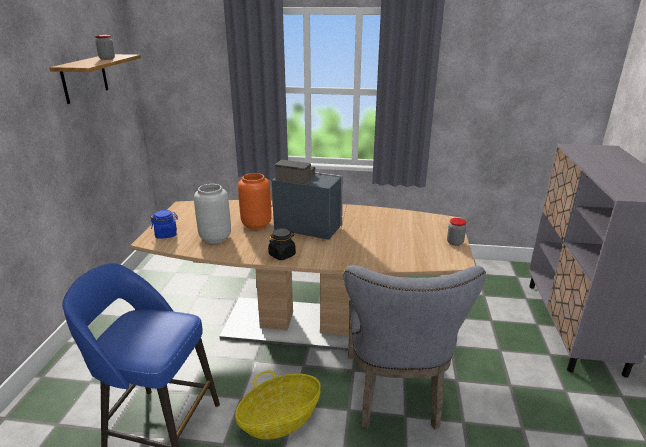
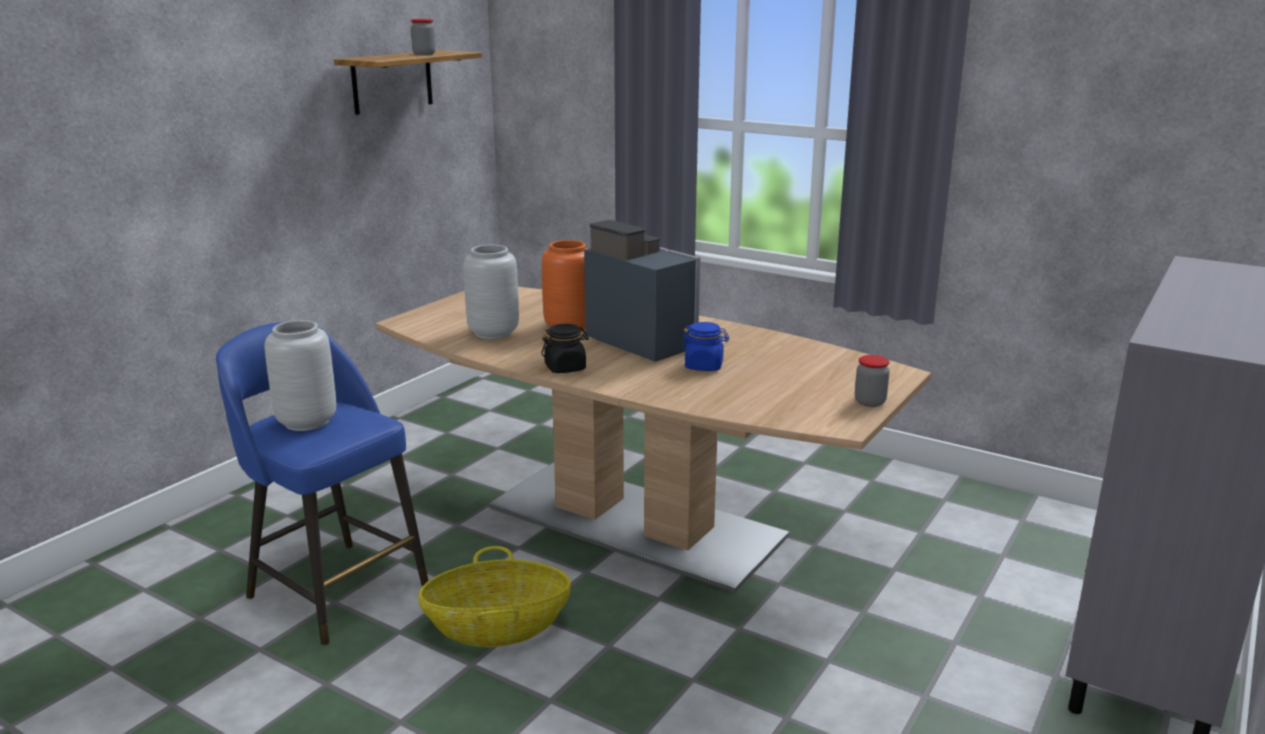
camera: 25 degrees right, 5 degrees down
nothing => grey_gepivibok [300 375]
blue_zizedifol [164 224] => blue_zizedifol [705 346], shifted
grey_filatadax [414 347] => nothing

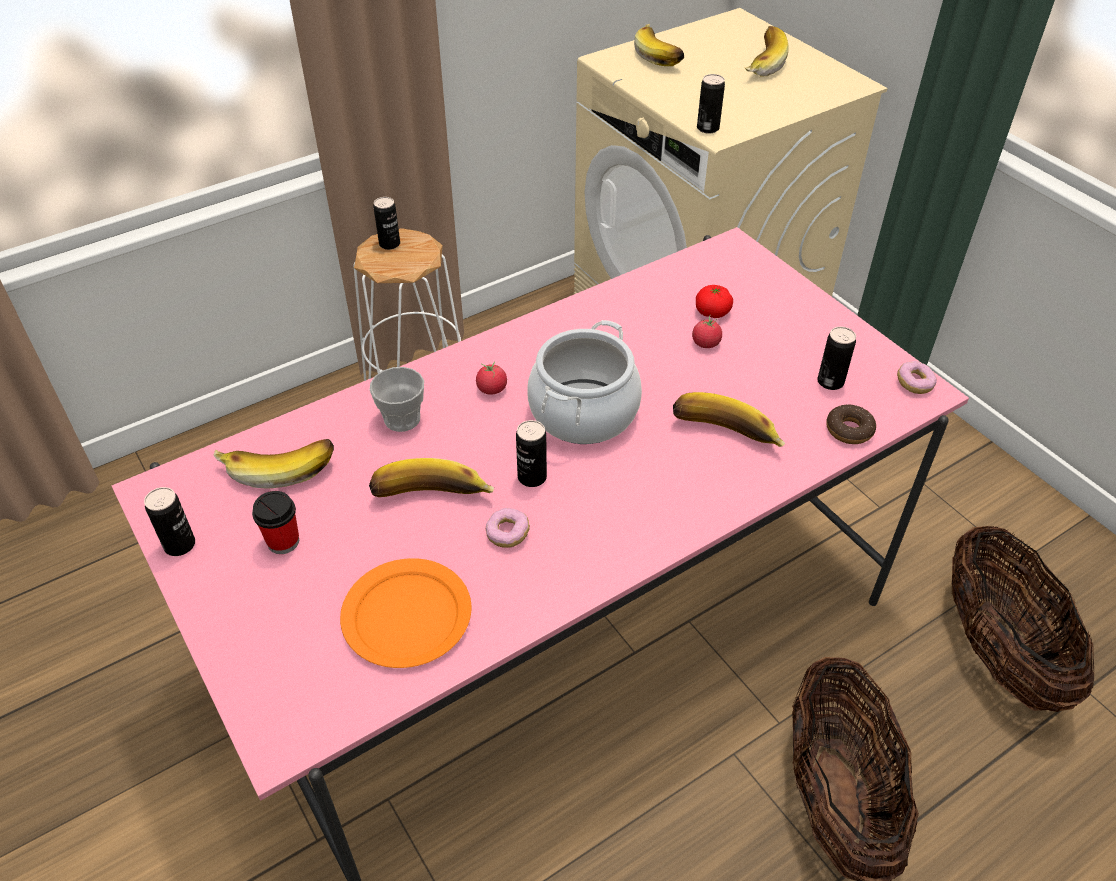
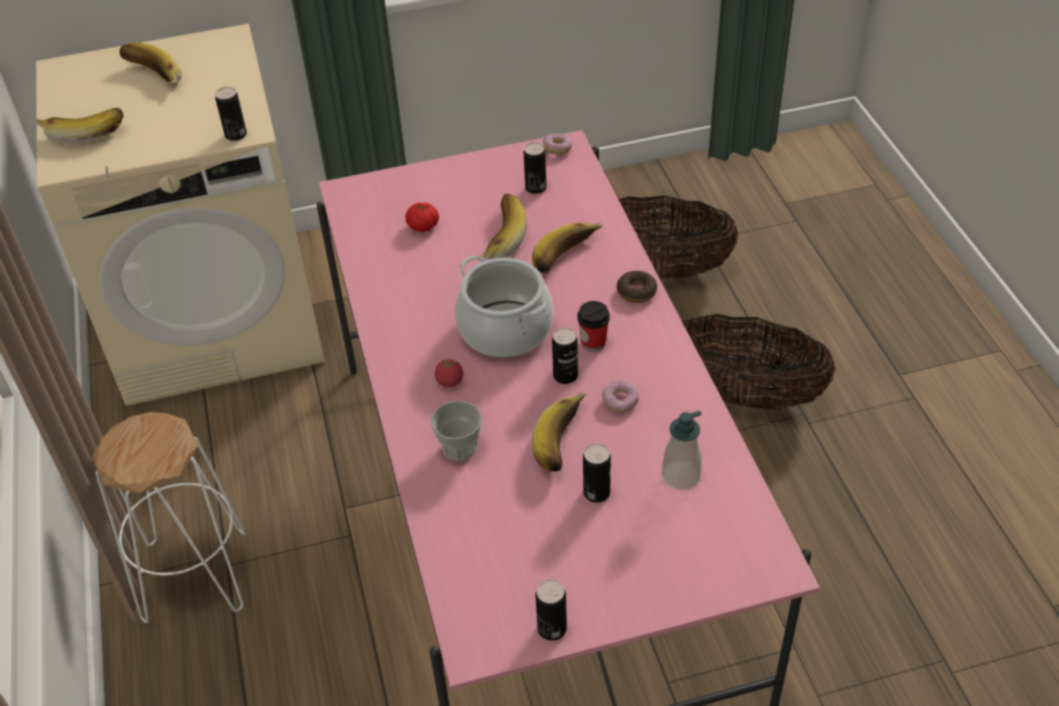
camera: 70 degrees left, 0 degrees up
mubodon [273 463] => mubodon [503 226], shifted
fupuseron [275 522] => fupuseron [593 326], shifted
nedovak [386 223] => nedovak [597 473], shifted
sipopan [851 424] => sipopan [637 287], shifted
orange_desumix [405 613] => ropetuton [682 450]
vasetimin [707 331] => nothing

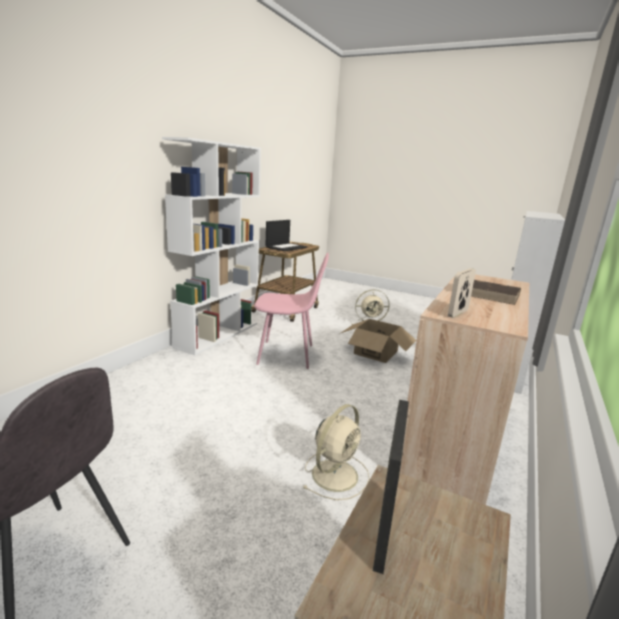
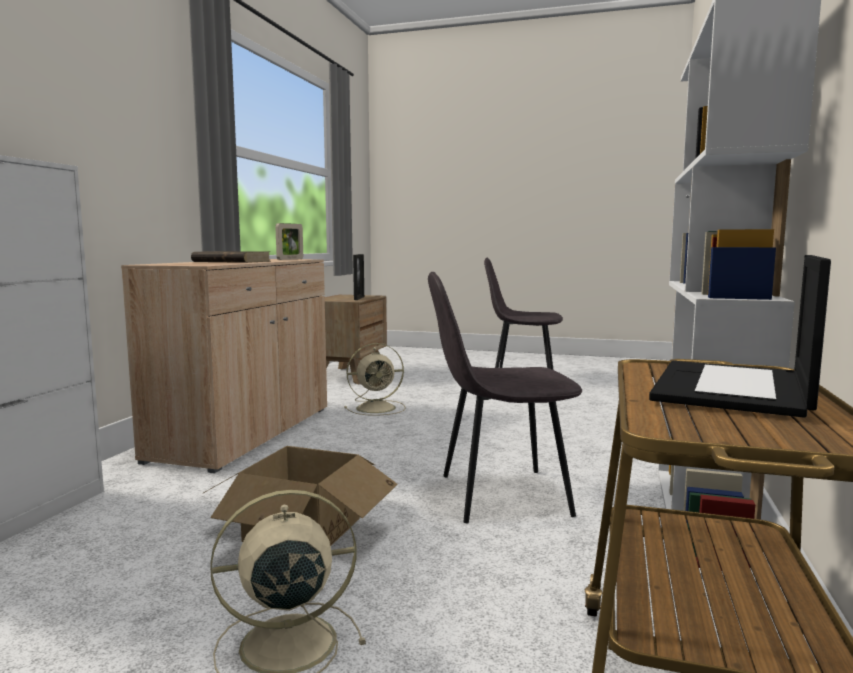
camera: 170 degrees right, 10 degrees down
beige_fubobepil [336 452] => beige_fubobepil [375 379], 135 degrees counterclockwise
pink_filatadax [291 311] => grey_filatadax [505 397]

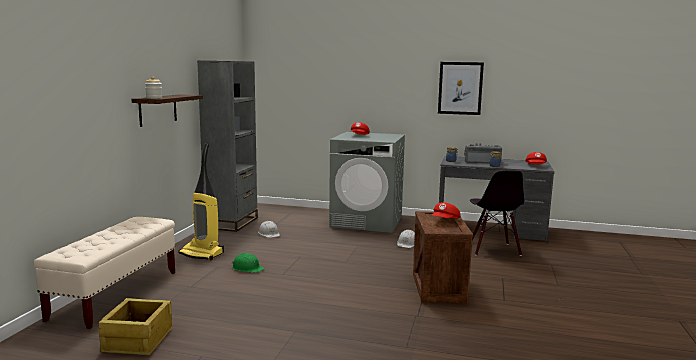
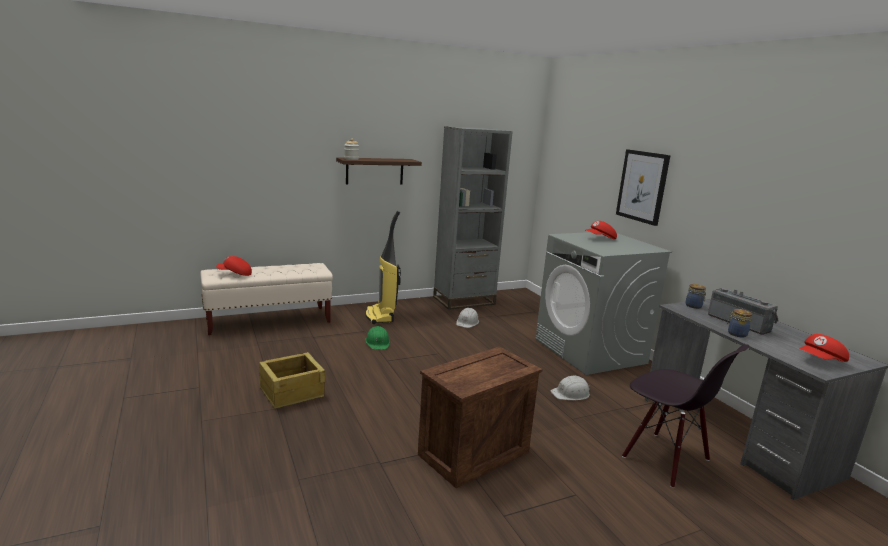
camera: 50 degrees right, 5 degrees up
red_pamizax [446 210] => red_pamizax [234 266], shifted
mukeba [135 326] => mukeba [292 380], shifted
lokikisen [461 88] => lokikisen [643 187], shifted
black_filatadax [497 213] => black_filatadax [685 416], 90 degrees counterclockwise

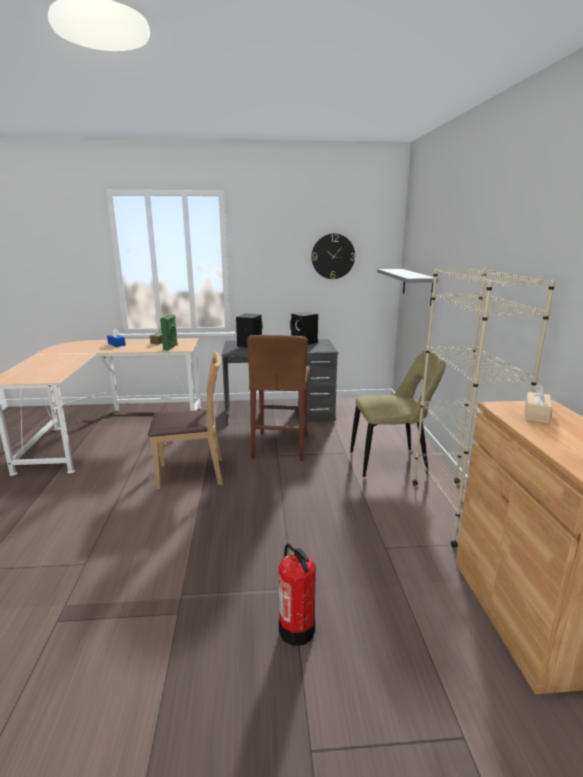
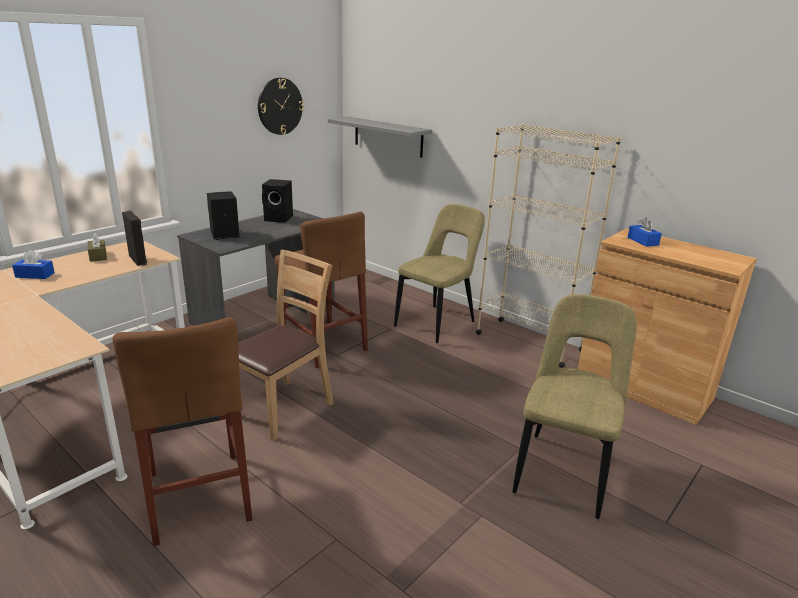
camera: 45 degrees left, 5 degrees up
nothing => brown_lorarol [182 431]
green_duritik [169 332] => black_duritik [134 238]
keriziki [297 594] => beige_filatadax [574 406]
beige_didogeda [538 403] => blue_didogeda [644 232]

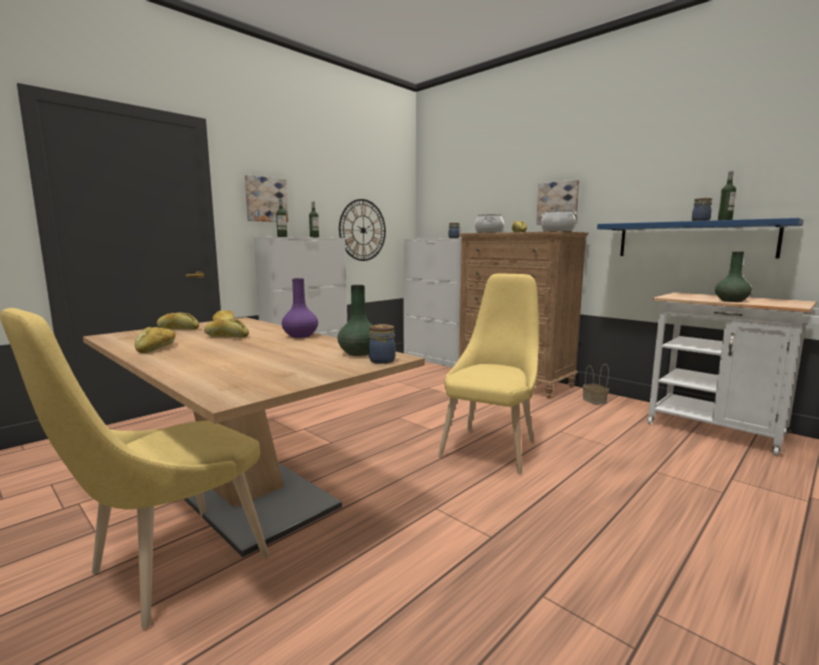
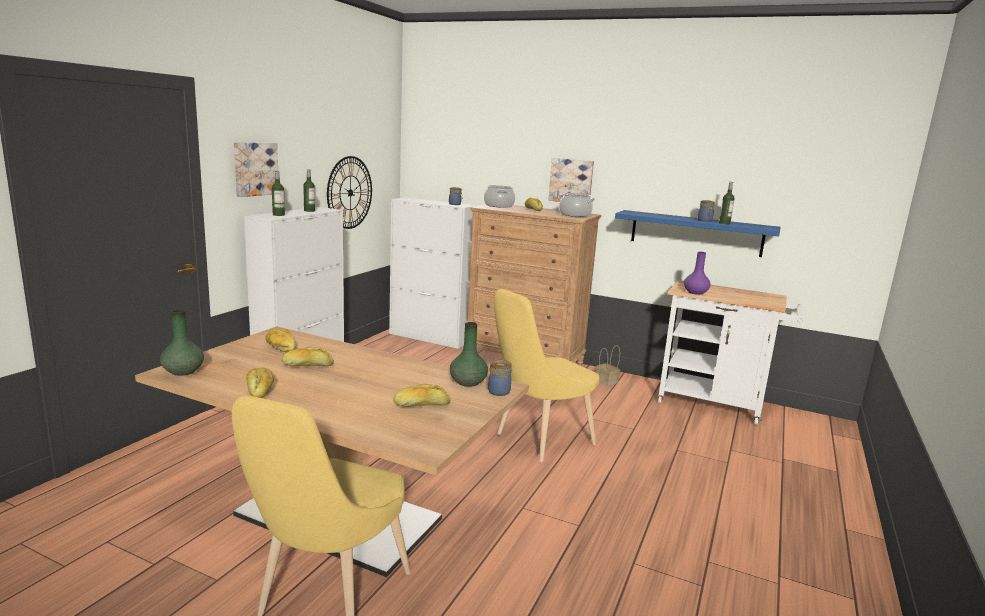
camera: 20 degrees left, 5 degrees up
green_gepivibok [733 276] => green_gepivibok [182 342], shifted
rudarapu [178 321] => rudarapu [421 395], shifted
yellow_filatadax [488 373] => yellow_filatadax [547 375], 135 degrees counterclockwise
purple_gepivibok [300 308] => purple_gepivibok [697 273], shifted

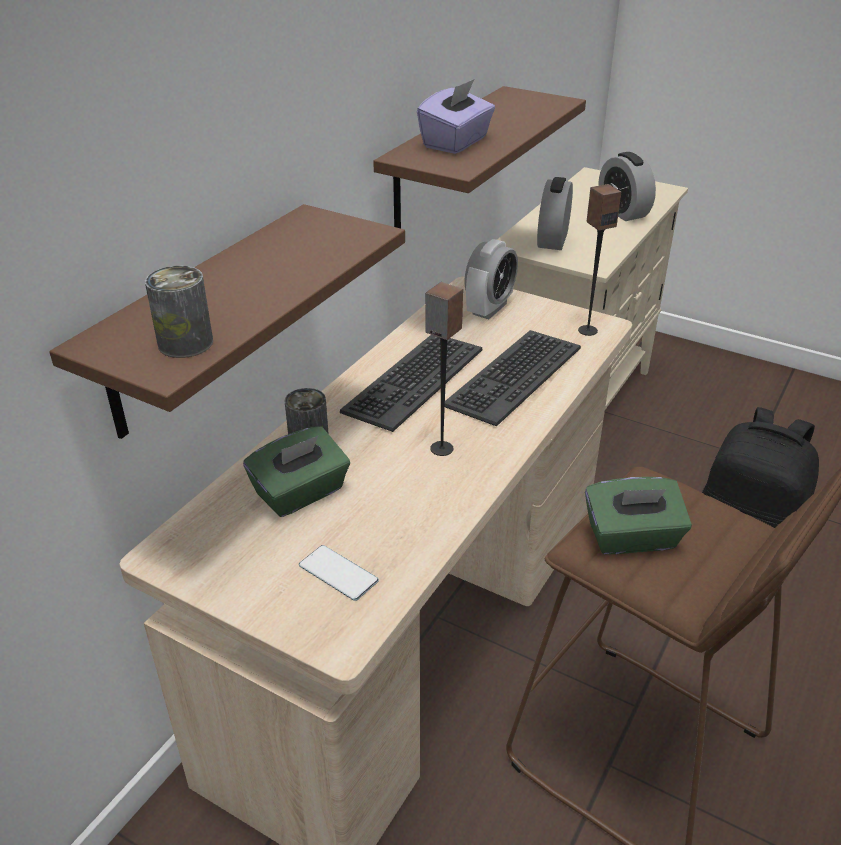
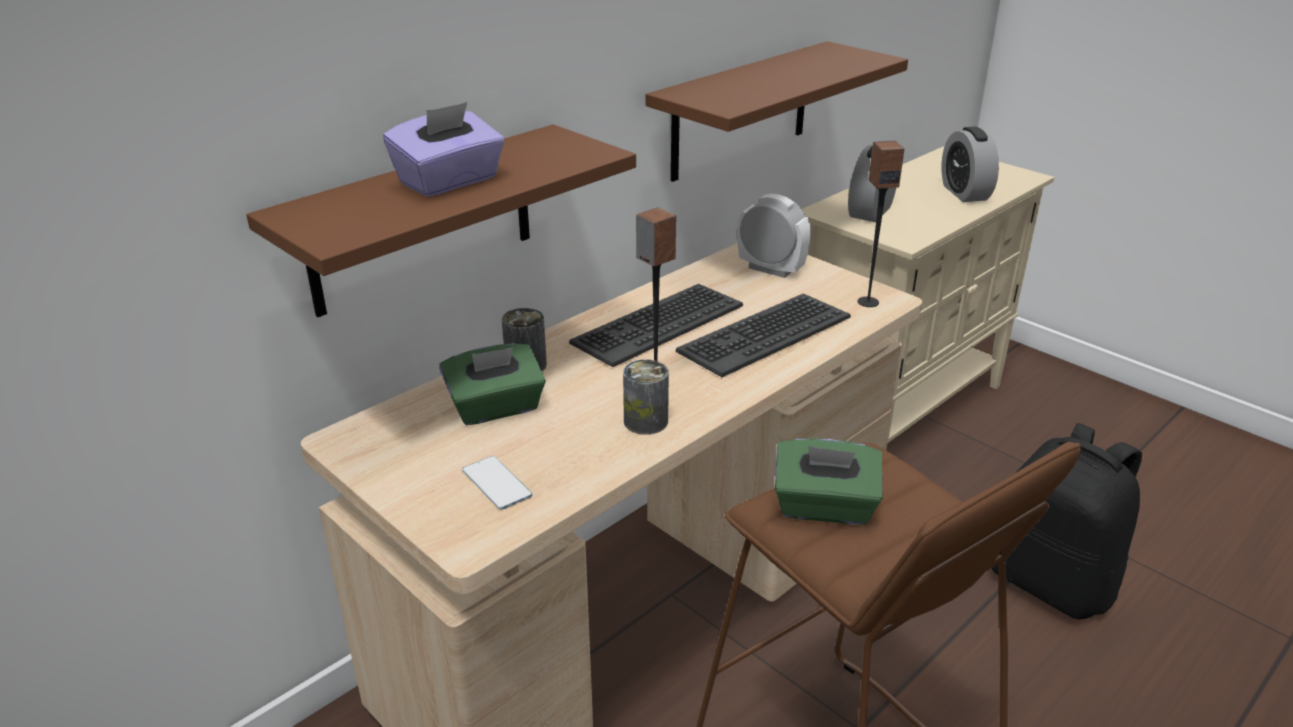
camera: 15 degrees right, 5 degrees down
purple_didogeda [456 116] => purple_didogeda [444 149], shifted
nedovak [179 311] => nedovak [646 397], shifted
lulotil [491 279] => lulotil [774 236], 105 degrees counterclockwise

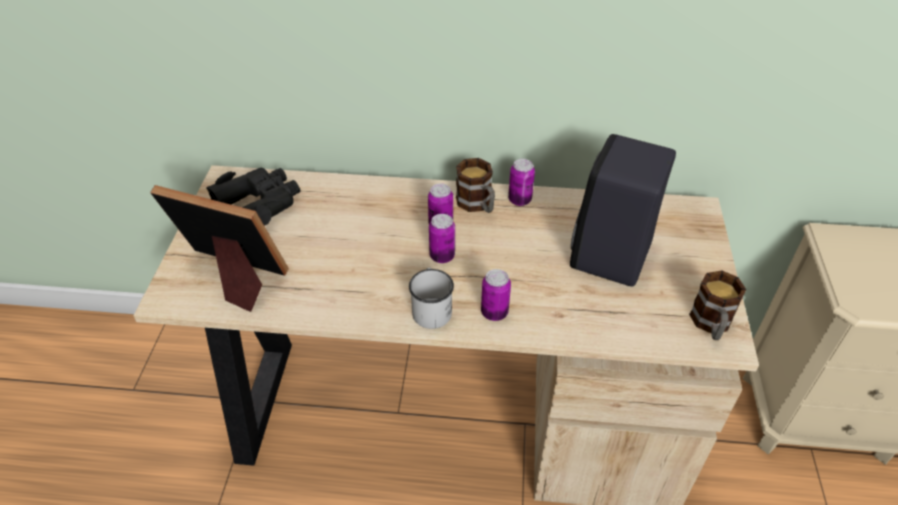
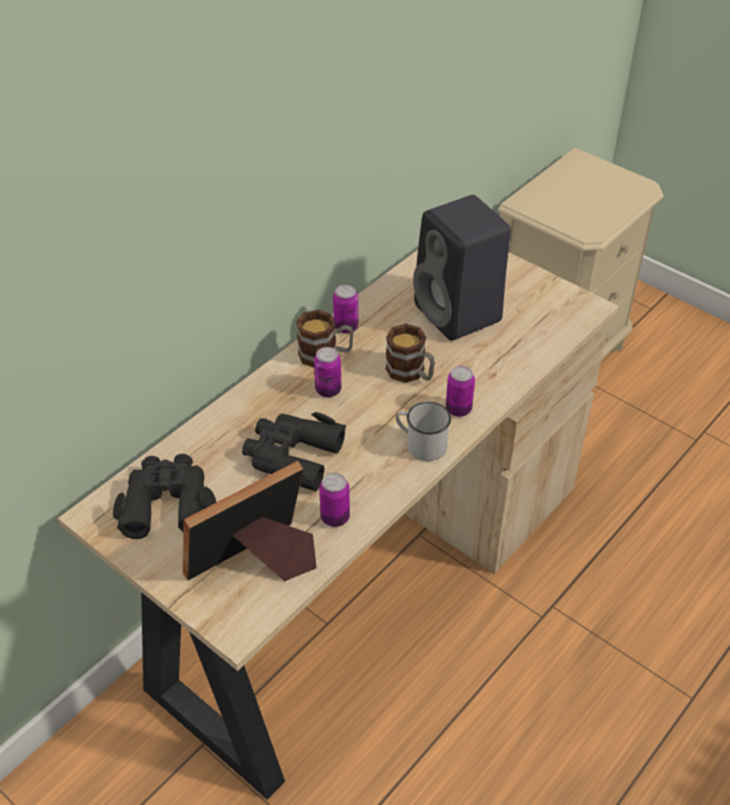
camera: 55 degrees left, 0 degrees up
nothing => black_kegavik [294 451]
nedovak [442 238] => nedovak [334 500], shifted
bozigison [717 305] => bozigison [410 353], shifted

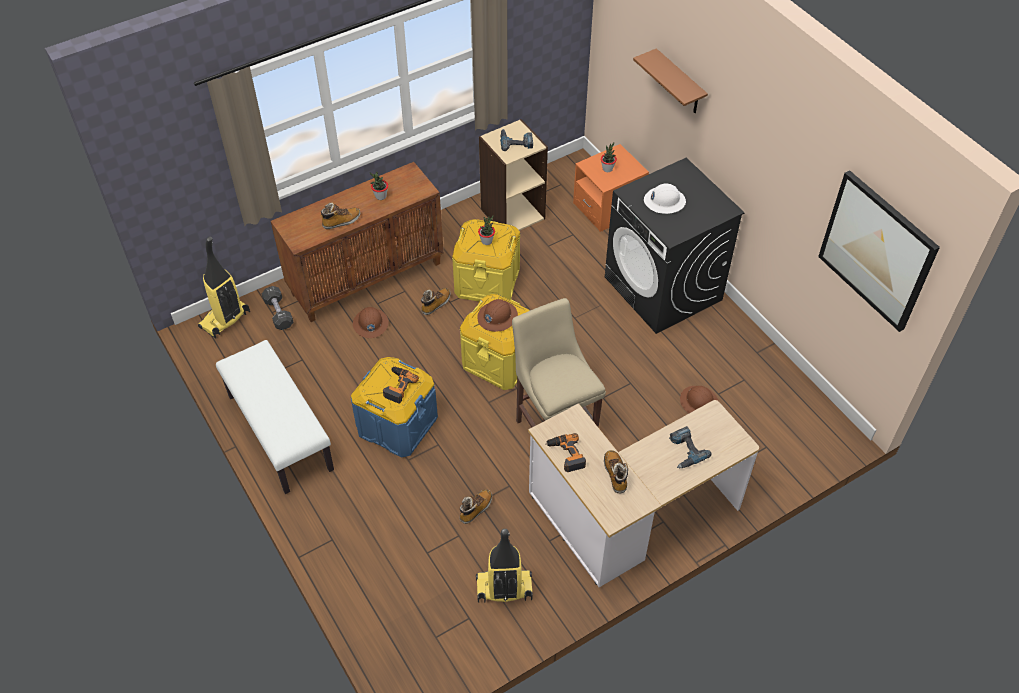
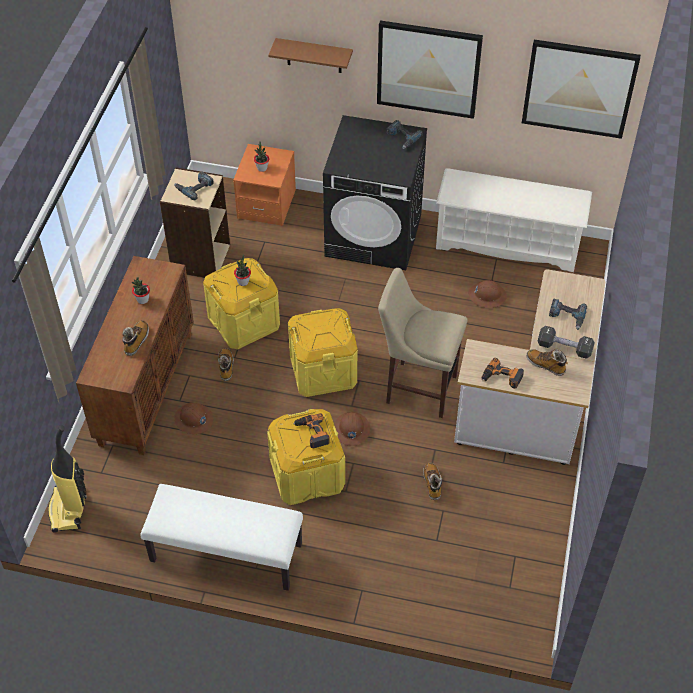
camera: 45 degrees left, 0 degrees up
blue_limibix [394 407] => yellow_limibix [306 457]
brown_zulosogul [498 315] => brown_zulosogul [352 429], shifted
nothing => lokikisen [430 70]
nothing => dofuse [405 134]
nothing => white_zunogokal [514 220]
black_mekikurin [278 308] => black_mekikurin [566 342], shifted
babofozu [504 566] => nothing
white_zulosogul [665 199] => nothing

